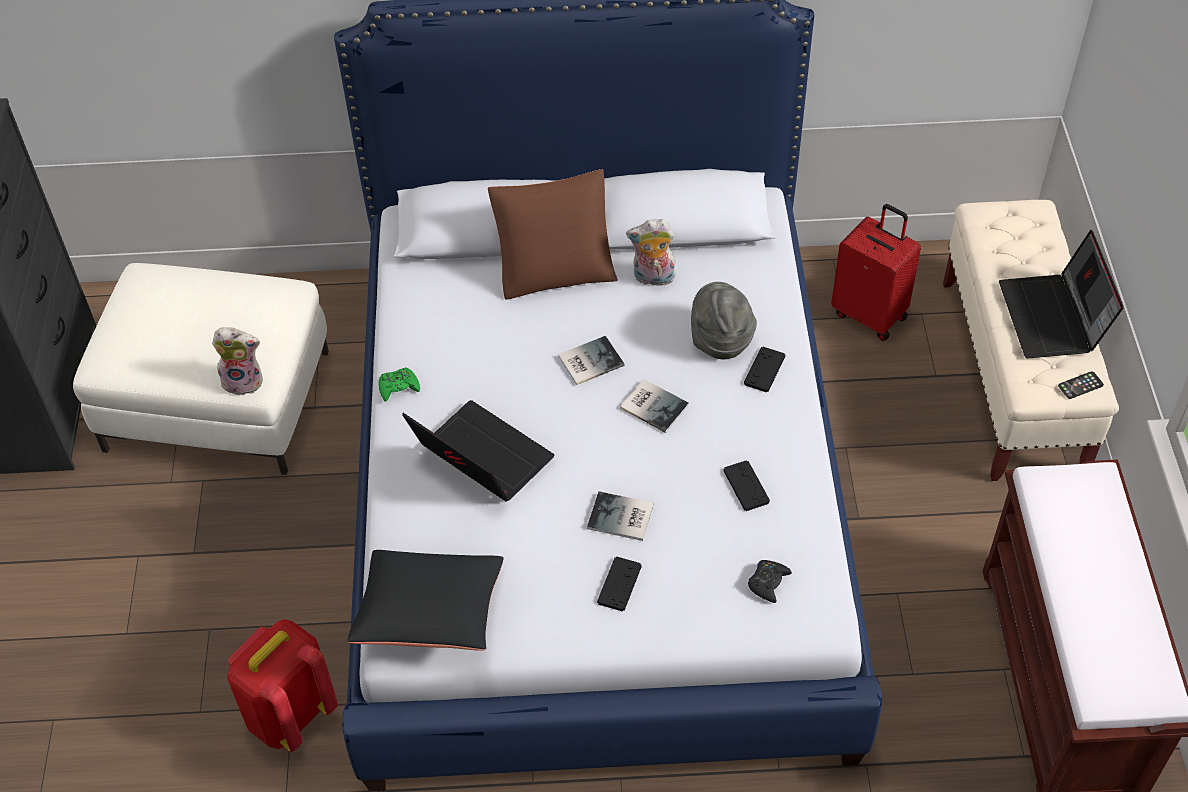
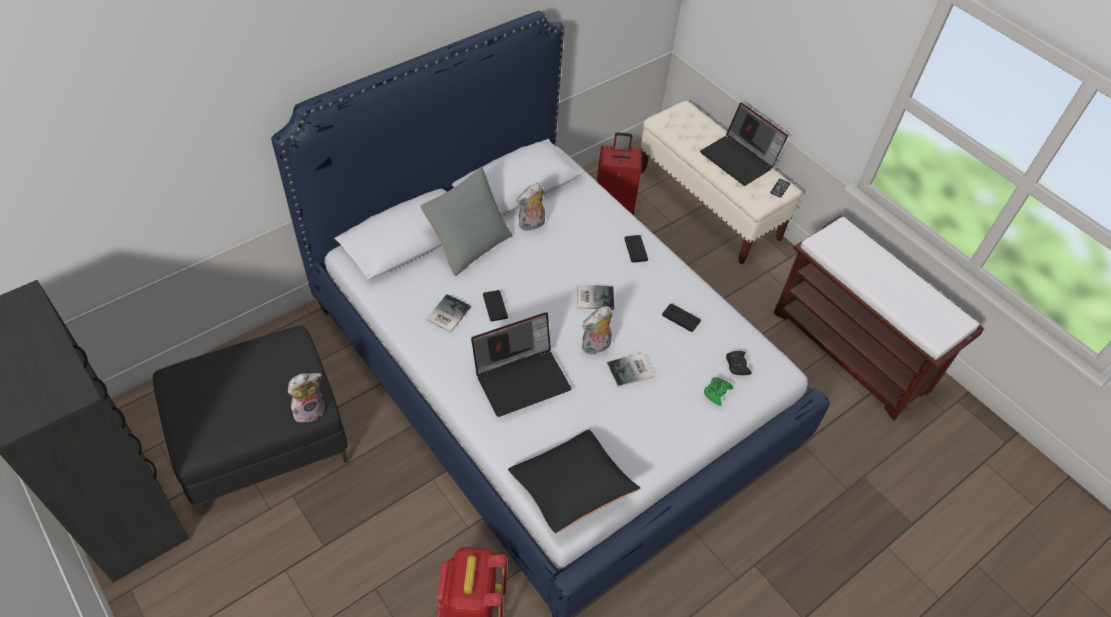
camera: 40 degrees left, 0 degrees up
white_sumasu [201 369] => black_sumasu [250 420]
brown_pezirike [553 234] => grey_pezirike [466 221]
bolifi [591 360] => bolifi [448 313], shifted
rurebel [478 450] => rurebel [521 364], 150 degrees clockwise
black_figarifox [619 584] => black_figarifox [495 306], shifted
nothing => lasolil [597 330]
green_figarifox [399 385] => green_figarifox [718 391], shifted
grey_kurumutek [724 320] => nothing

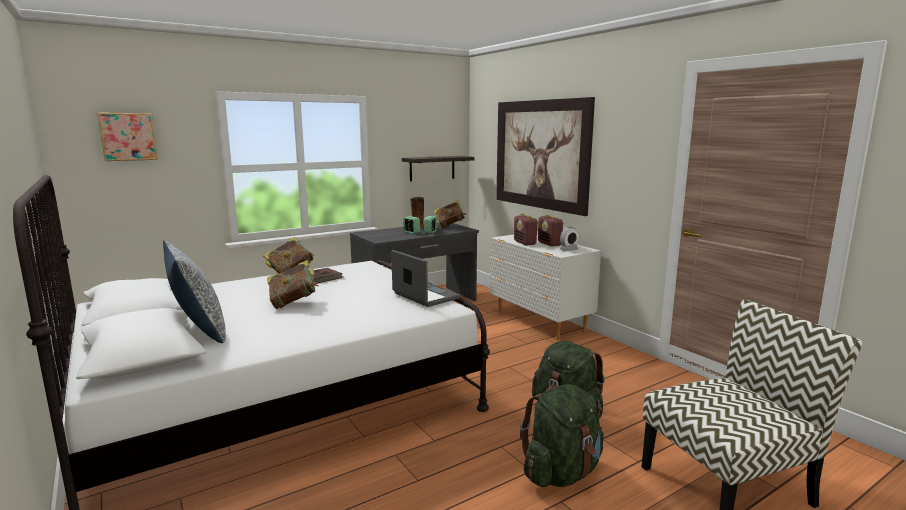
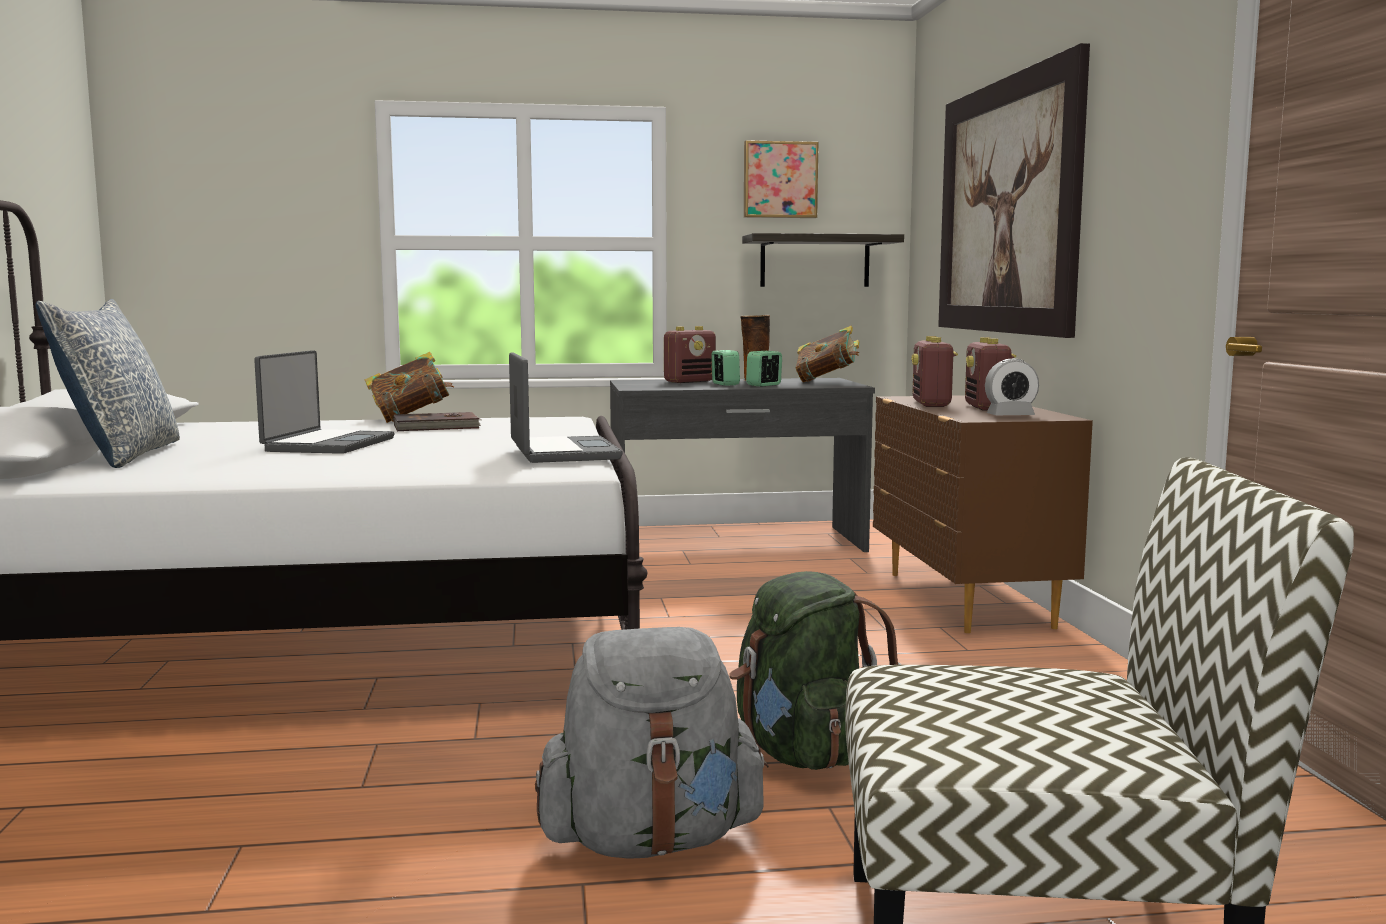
camera: 25 degrees right, 5 degrees down
bolifi [292 284] => rurebel [324 402]
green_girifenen [562 435] => grey_girifenen [652 743]
nothing => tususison [690 354]
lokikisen [127 137] => lokikisen [781 179], shifted
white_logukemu [545 287] => brown_logukemu [983 514]

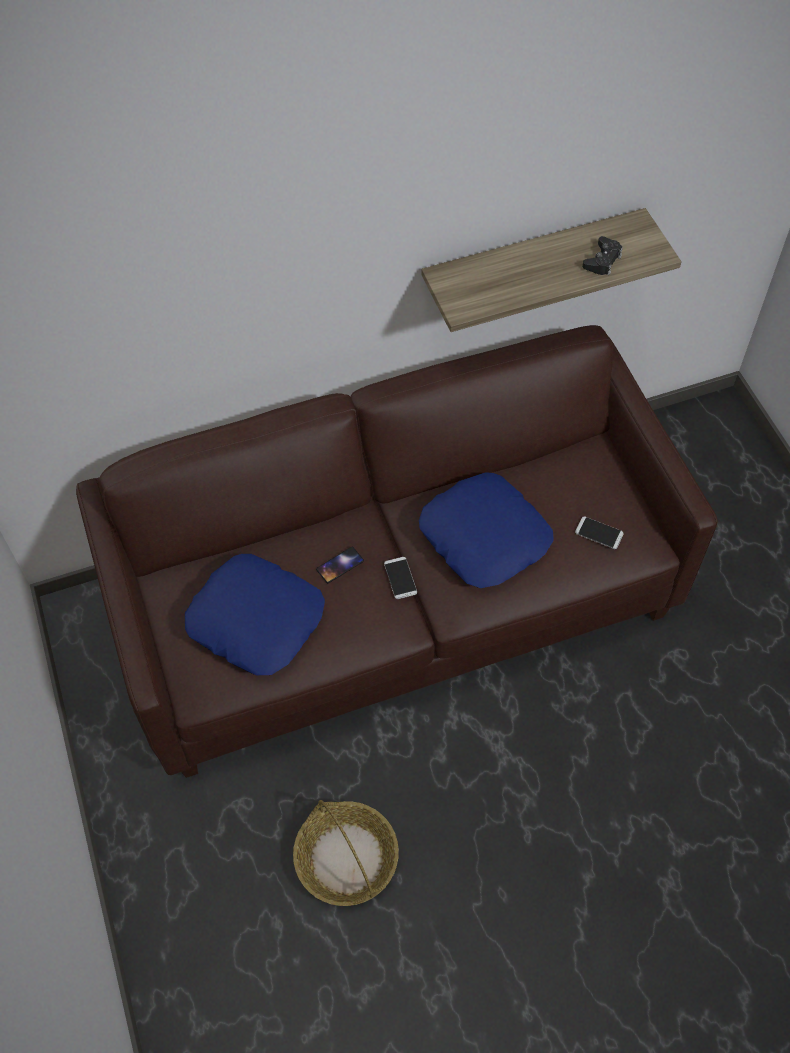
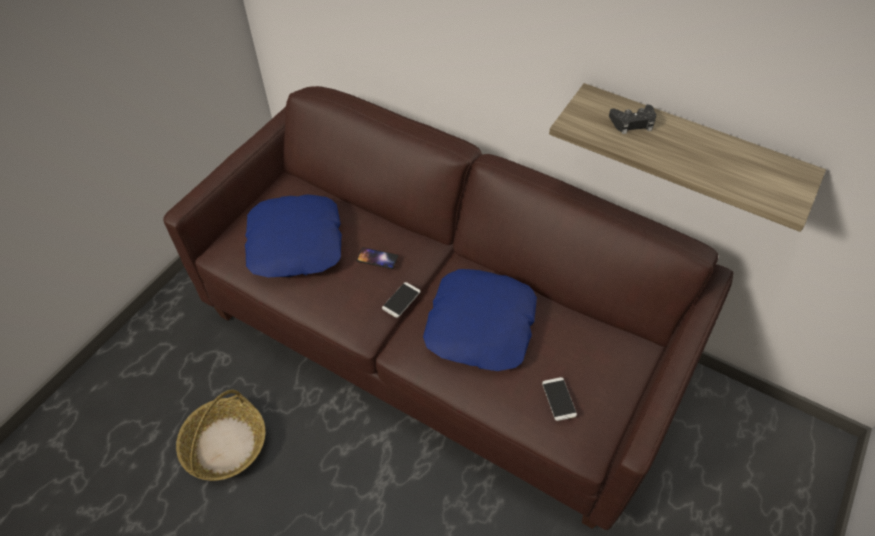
camera: 50 degrees right, 5 degrees down
black_figarifox [602 255] => black_figarifox [632 119], shifted

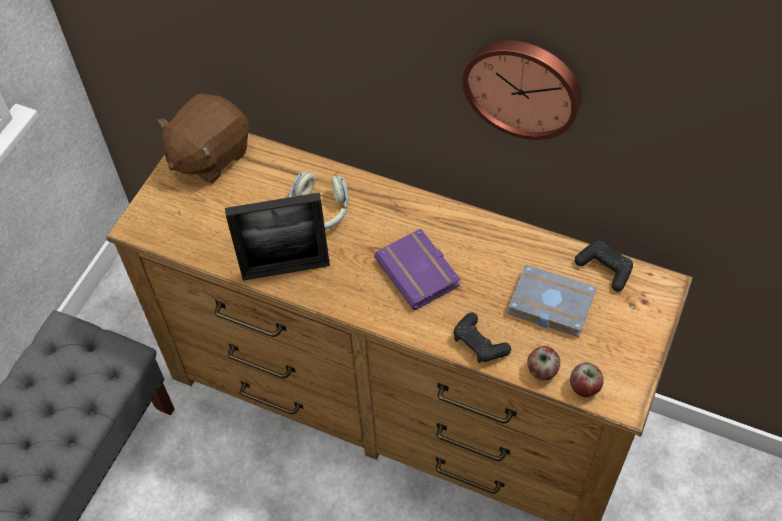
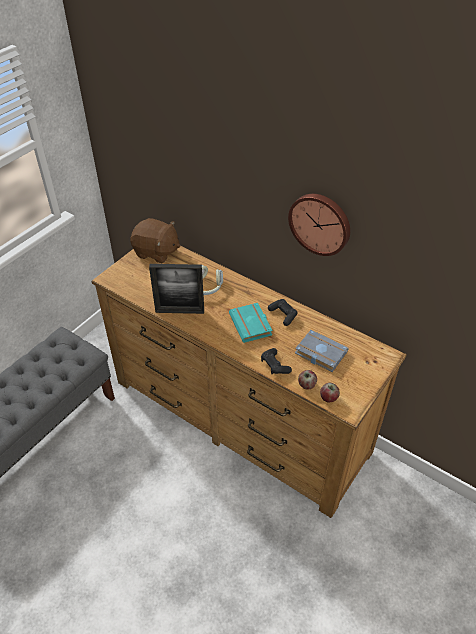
camera: 10 degrees right, 10 degrees down
brown_lasolil [203 138] => brown_lasolil [155 240], 120 degrees counterclockwise
purple_bolifi [417 269] => turquoise_bolifi [251 323]
black_figarifox [604 265] => black_figarifox [282 312], shifted

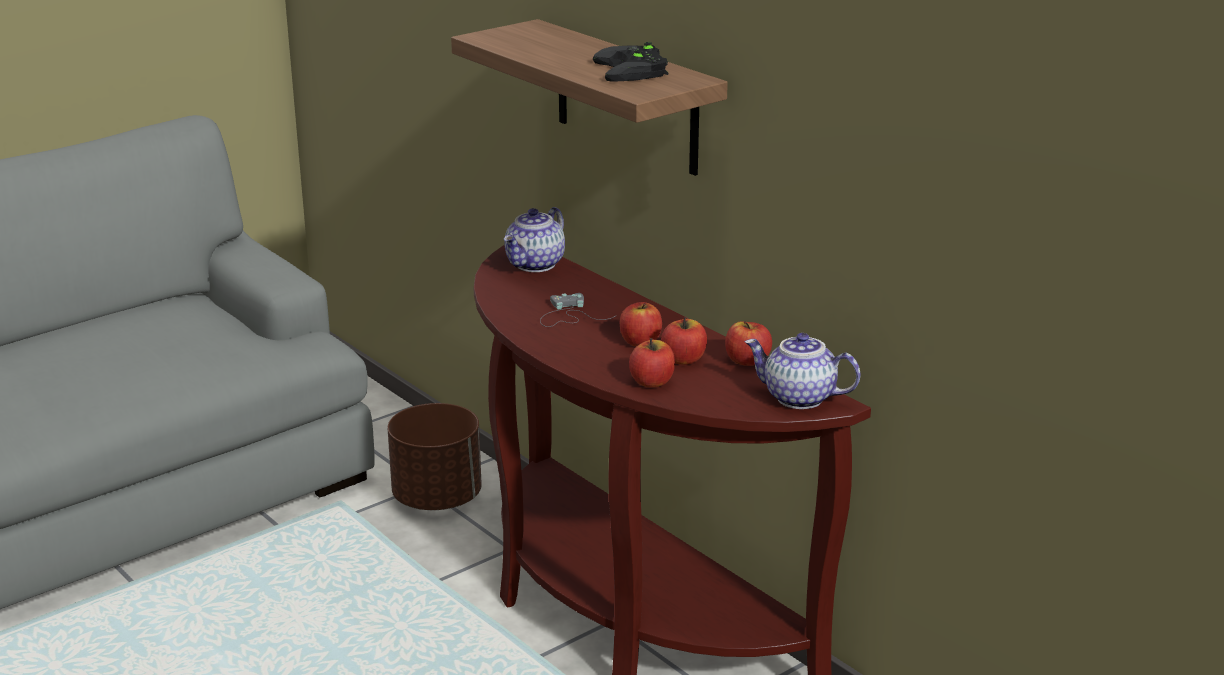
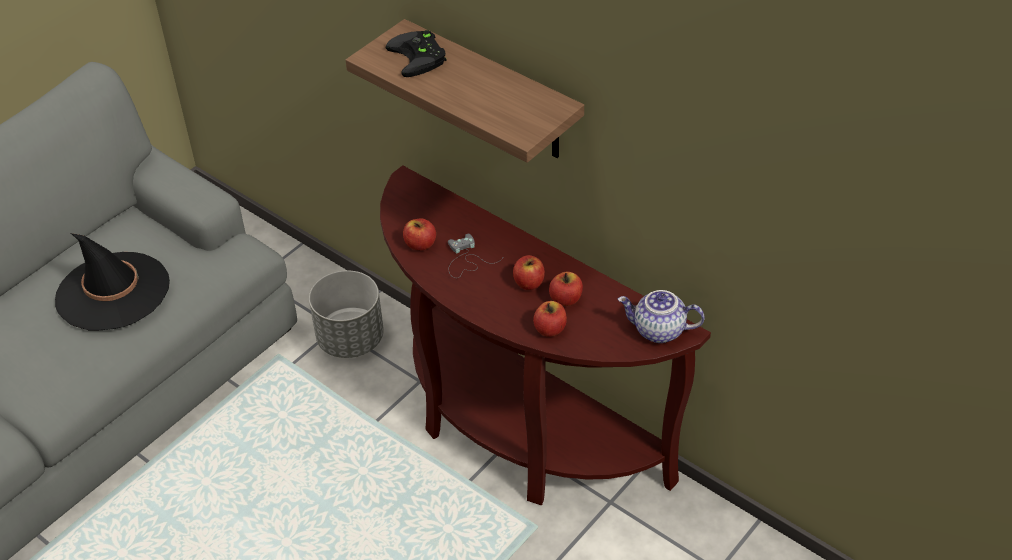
camera: 10 degrees left, 20 degrees up
nothing => black_kurumutek [112 281]
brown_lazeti [435 456] => grey_lazeti [346 314]
black_figarifox [630 62] => black_figarifox [416 53], shifted
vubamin [748 343] => vubamin [419 234], shifted
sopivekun [534 239] => nothing

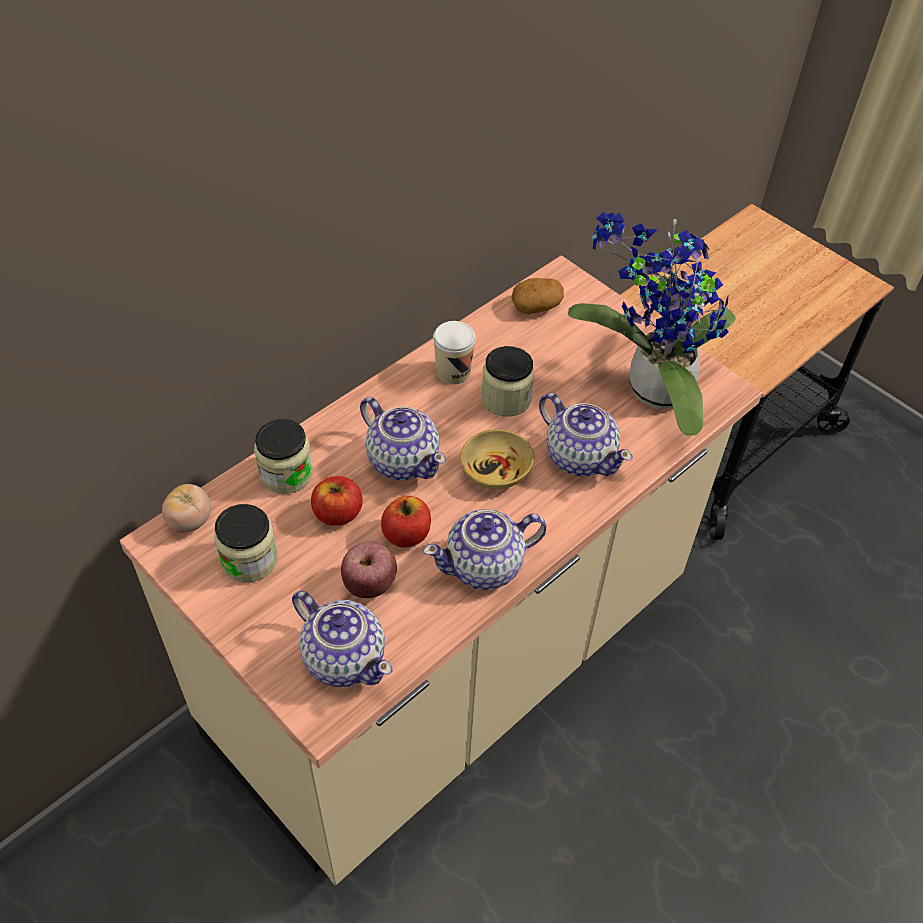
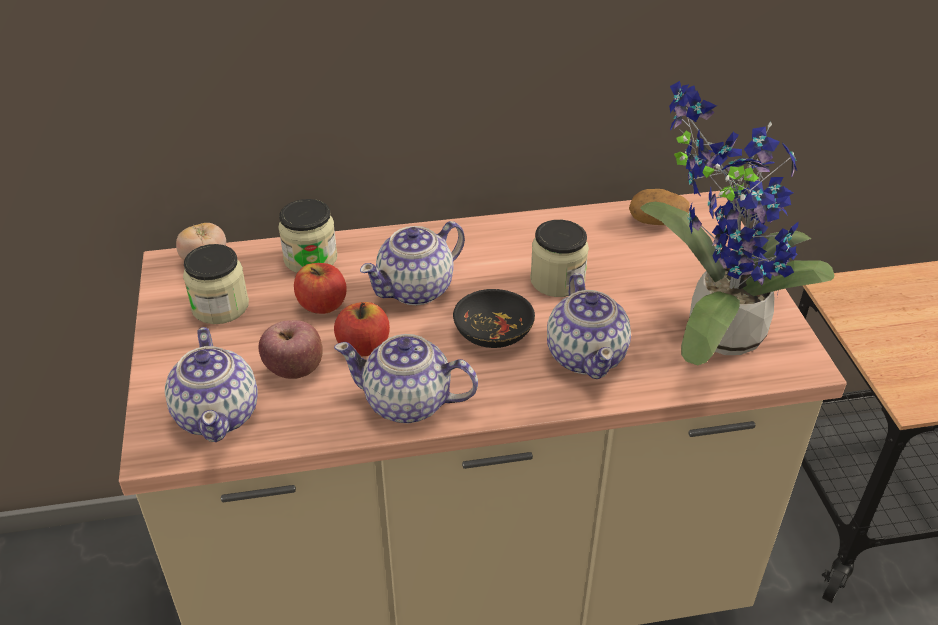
camera: 35 degrees right, 10 degrees down
sopivekun [403 438] => sopivekun [412 263], 60 degrees clockwise
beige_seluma [497 459] => black_seluma [494 318]
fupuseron [454 352] => nothing

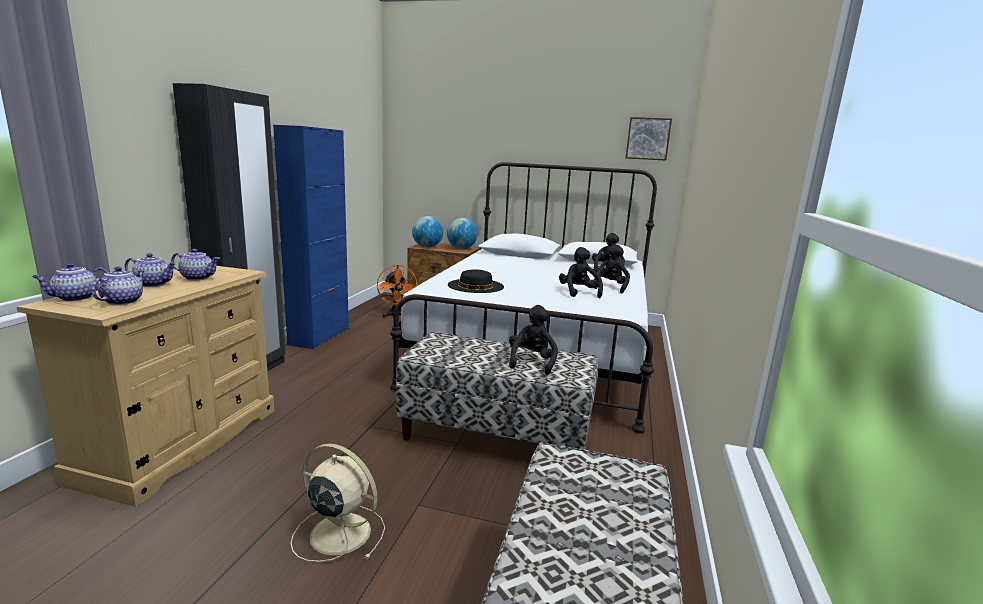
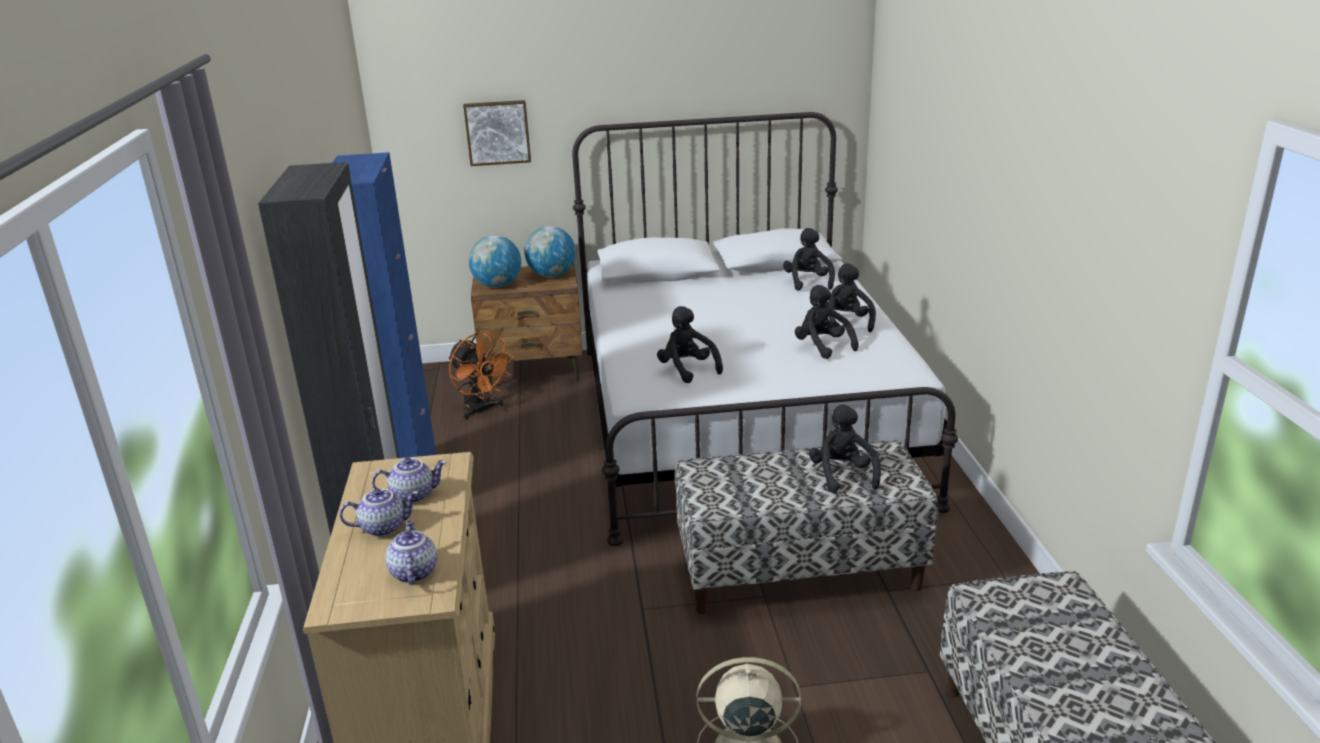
camera: 20 degrees left, 10 degrees up
lokikisen [649 139] => lokikisen [497 133], shifted
black_kurumutek [476 281] => black_lasolil [690 344]
sopivekun [69 282] => nothing

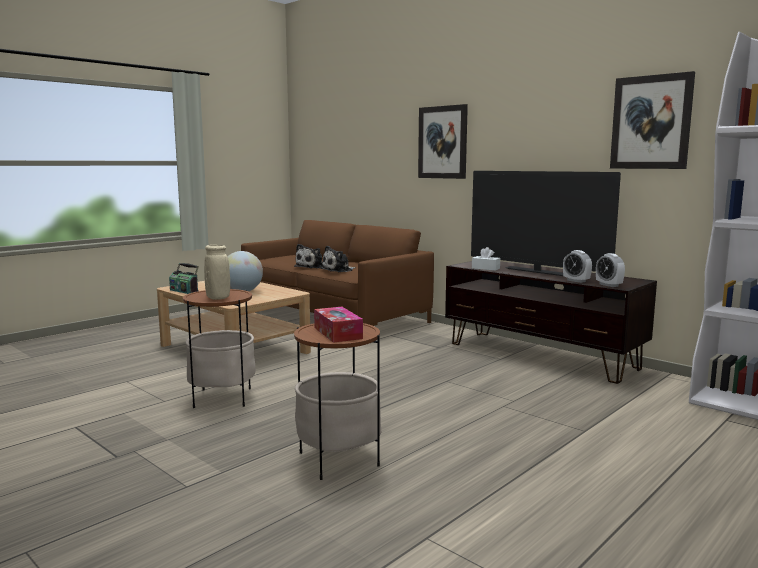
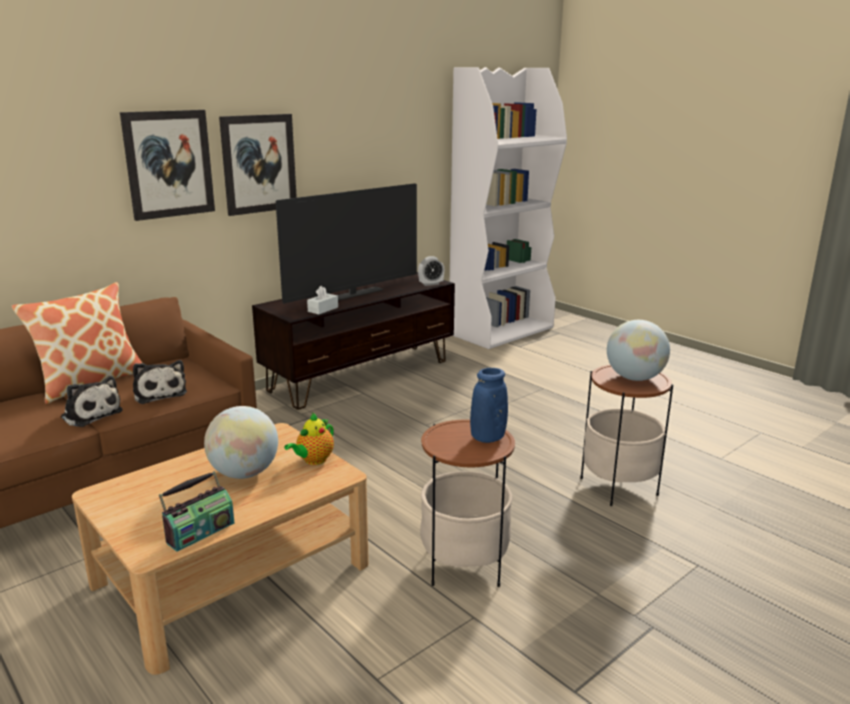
camera: 85 degrees left, 10 degrees up
nothing => pezirike [77 343]
lokikisen [652 120] => lokikisen [258 165], shifted
nothing => sopivekun [309 439]
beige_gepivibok [217 272] => blue_gepivibok [489 405]
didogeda [338 325] => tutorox [638 350]
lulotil [577 266] => nothing

